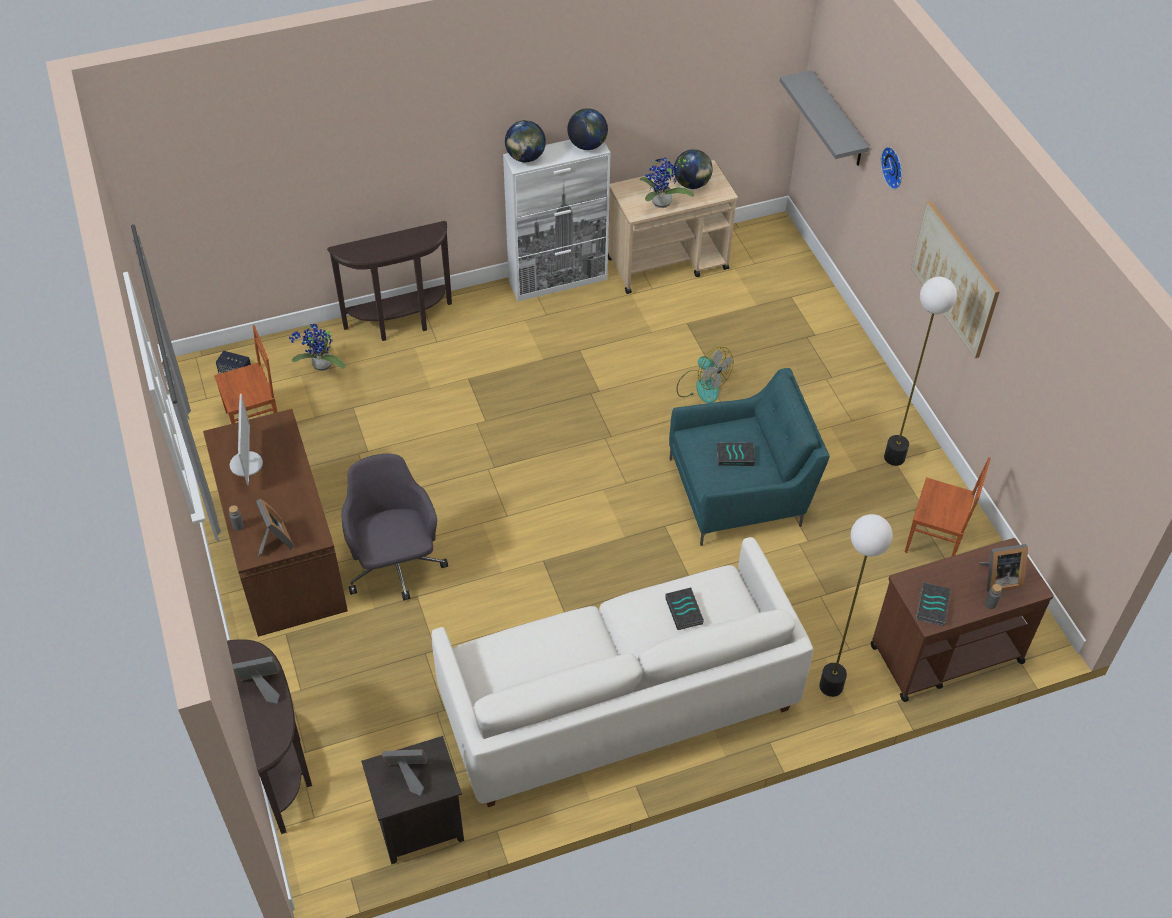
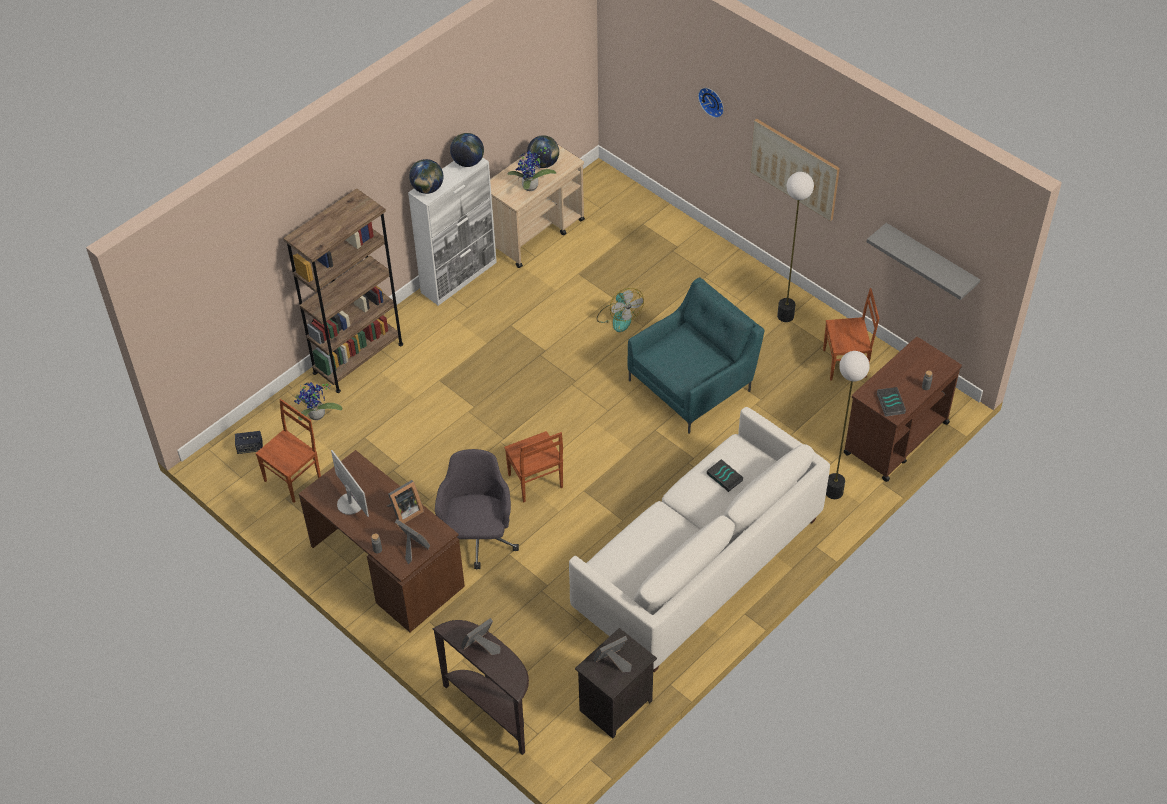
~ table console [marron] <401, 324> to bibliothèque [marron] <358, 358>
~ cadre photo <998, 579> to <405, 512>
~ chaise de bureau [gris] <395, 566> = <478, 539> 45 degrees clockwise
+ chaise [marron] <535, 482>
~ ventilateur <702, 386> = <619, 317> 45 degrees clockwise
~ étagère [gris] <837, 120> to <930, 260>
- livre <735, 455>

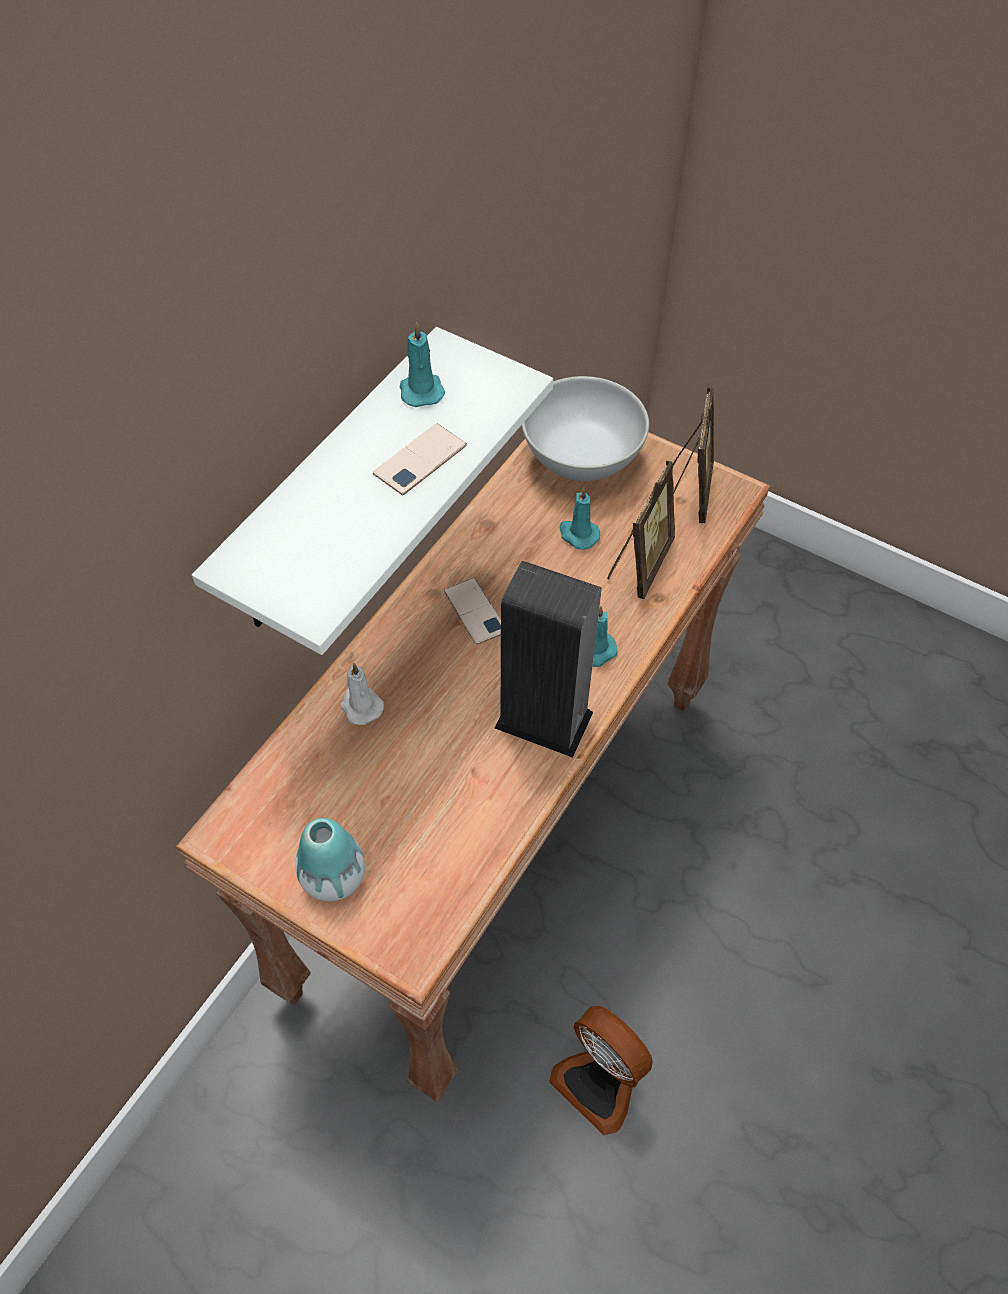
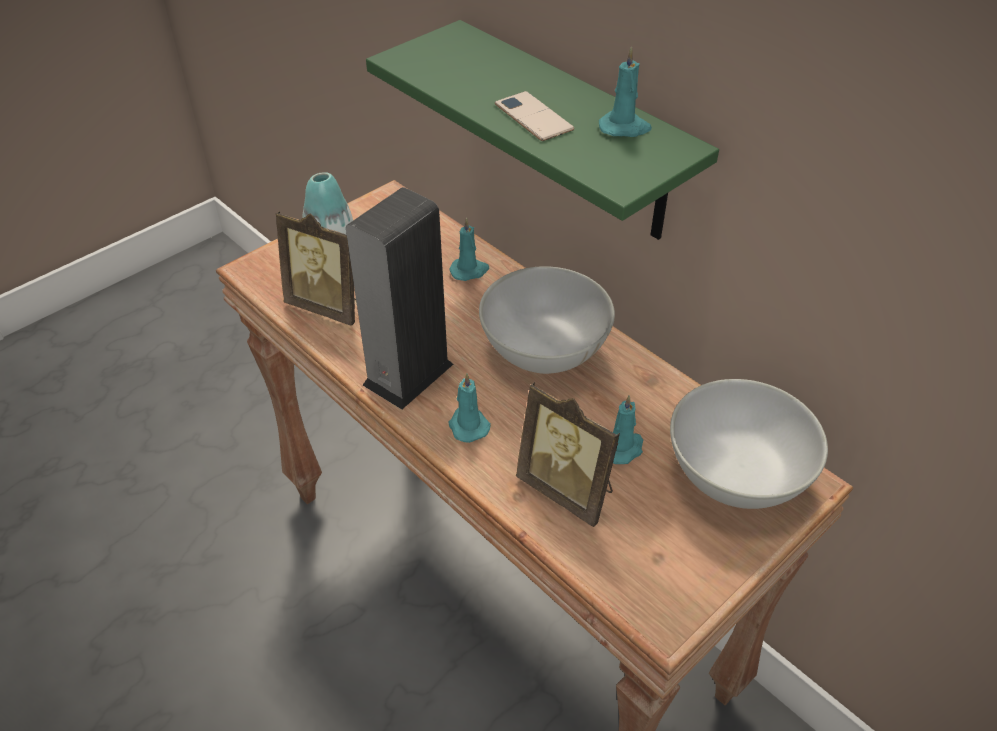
~ cadre photo <688, 493> to <329, 305>
~ étagère [blanc] <331, 489> to étagère [vert] <573, 133>
~ bougie [blanc] <360, 705> to bougie [turquoise] <469, 271>
~ téléphone <475, 611> to bol [blanc] <543, 352>
- ventilateur <600, 1081>

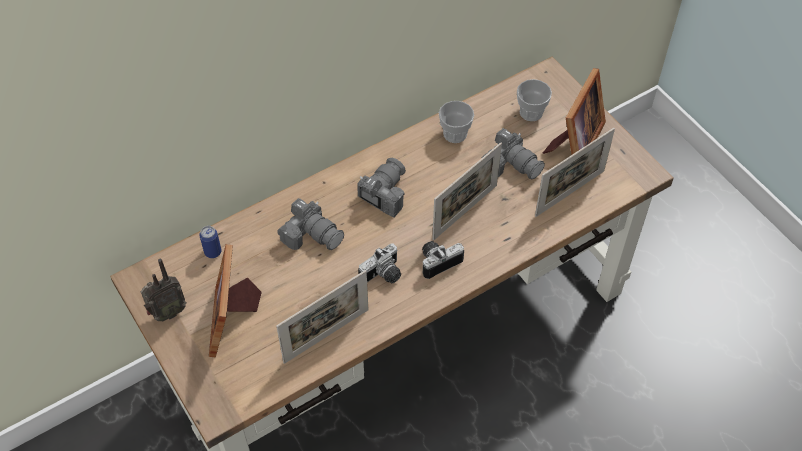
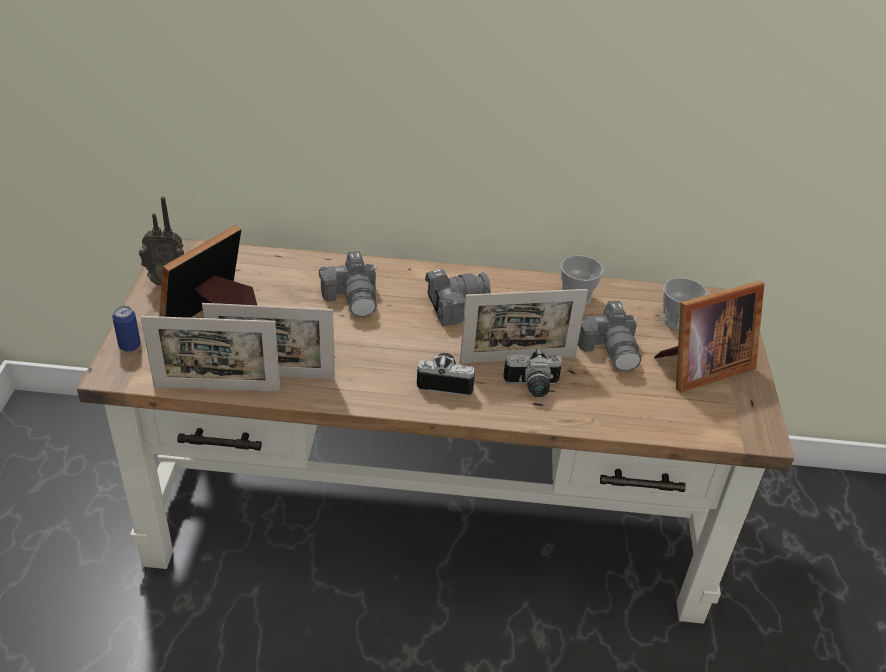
~ boîte métallique <213, 252> to <130, 346>
~ cadre photo <570, 193> to <217, 388>
~ appareil photo <384, 275> to <532, 387>

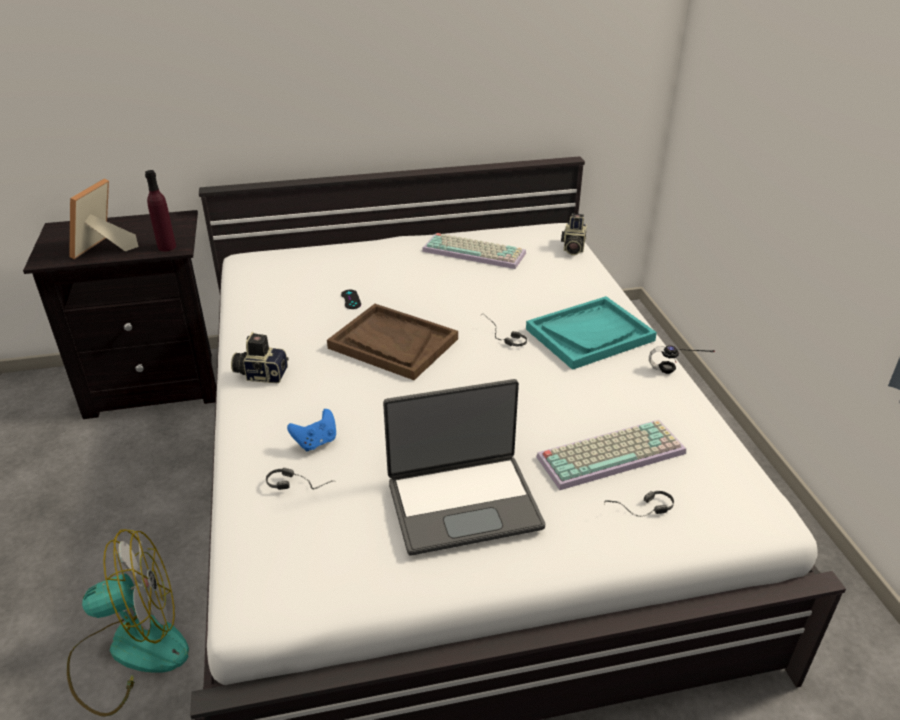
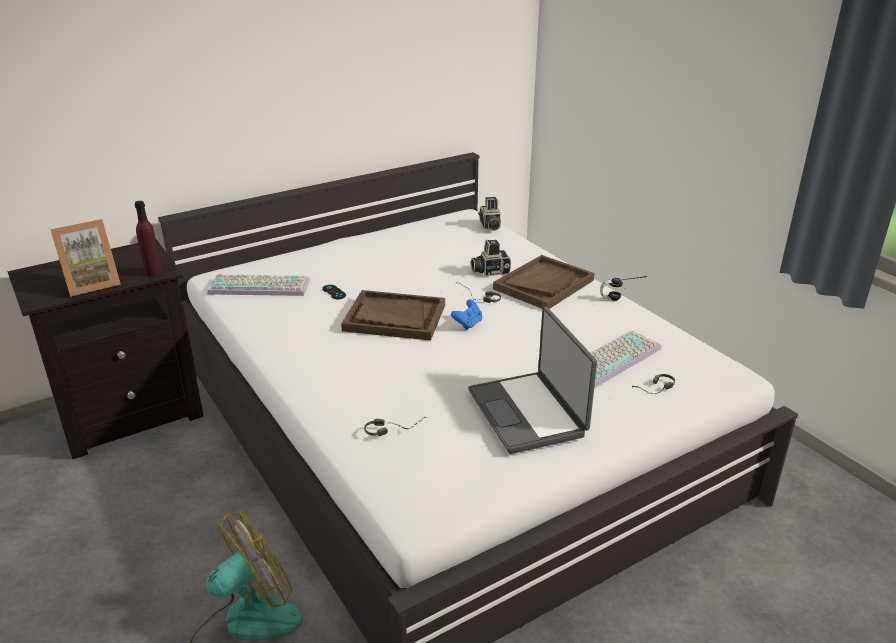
~ cadre photo <103, 250> = <91, 284> 120 degrees counterclockwise
~ clavier <475, 251> to <261, 286>
~ manette [bleu] <316, 442> to <468, 324>
~ ordinateur portable <463, 503> = <528, 413> 105 degrees clockwise
~ appareil photo <261, 374> to <490, 271>
~ plateau [turquoise] <589, 334> to plateau [marron] <543, 284>

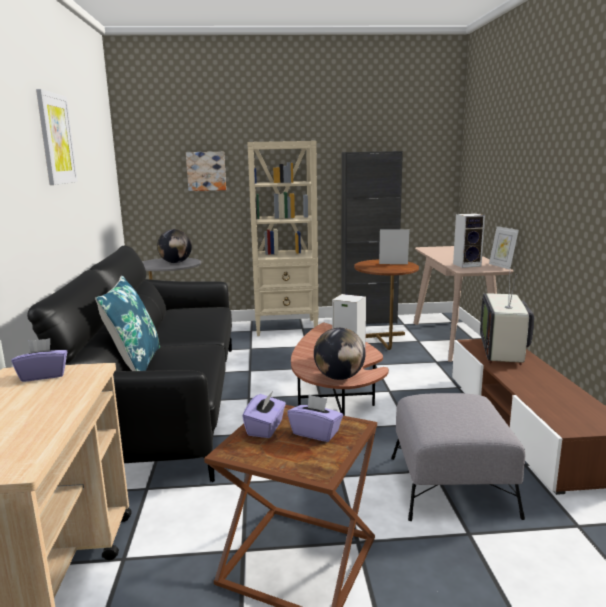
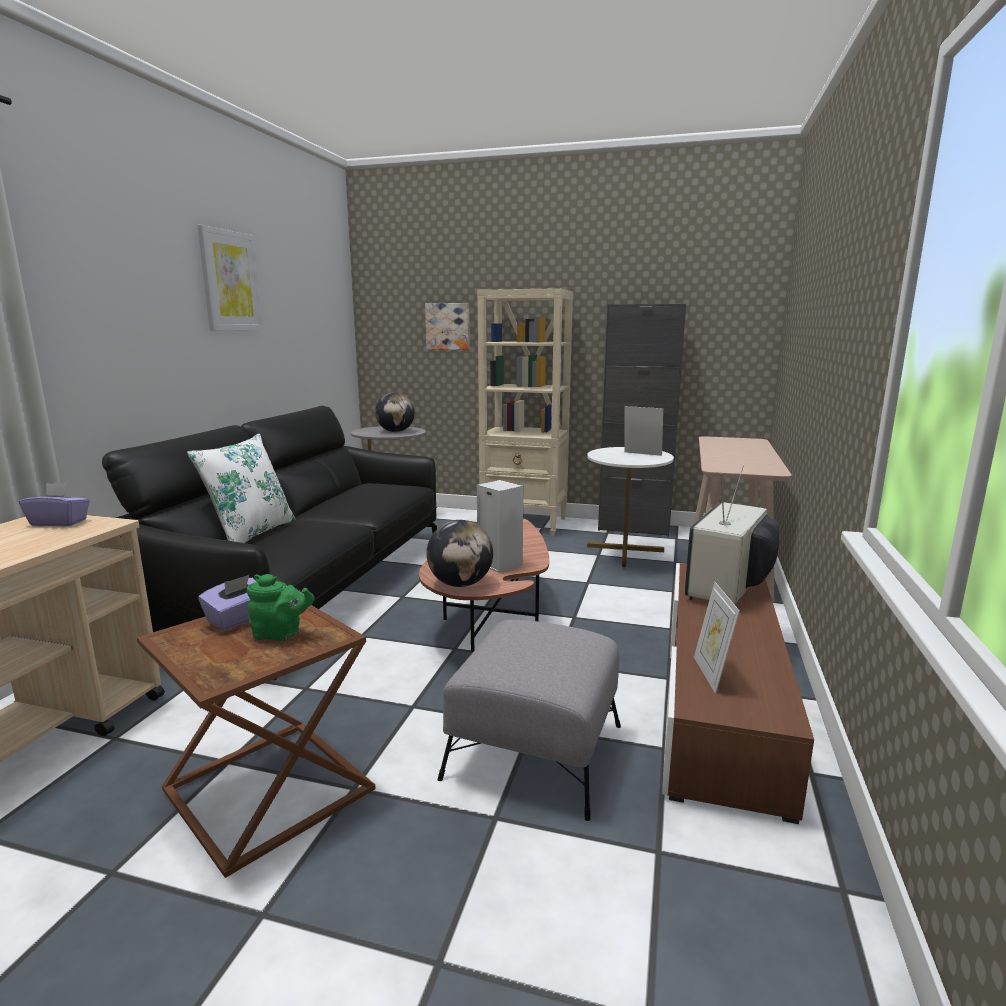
~ coussin [bleu] <135, 364> to coussin [blanc] <251, 533>
~ boîte à mouchoirs [violet] <315, 433> to théière [vert] <280, 635>
~ table d'appoint [marron] <383, 344> to table d'appoint [blanc] <624, 560>
~ cadre photo <501, 266> to <711, 674>
- enceinte <467, 265>

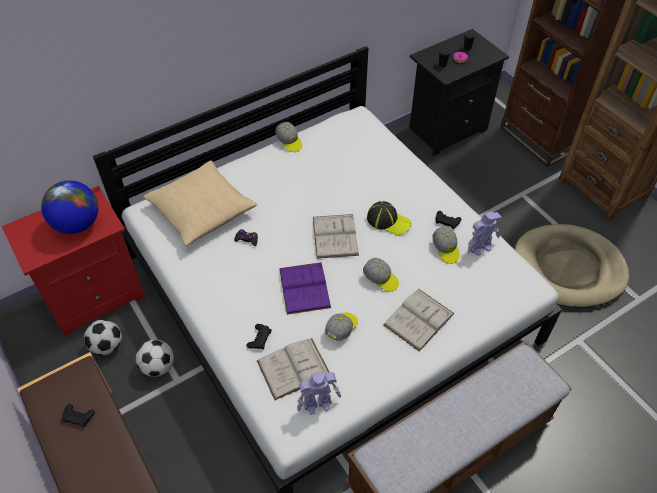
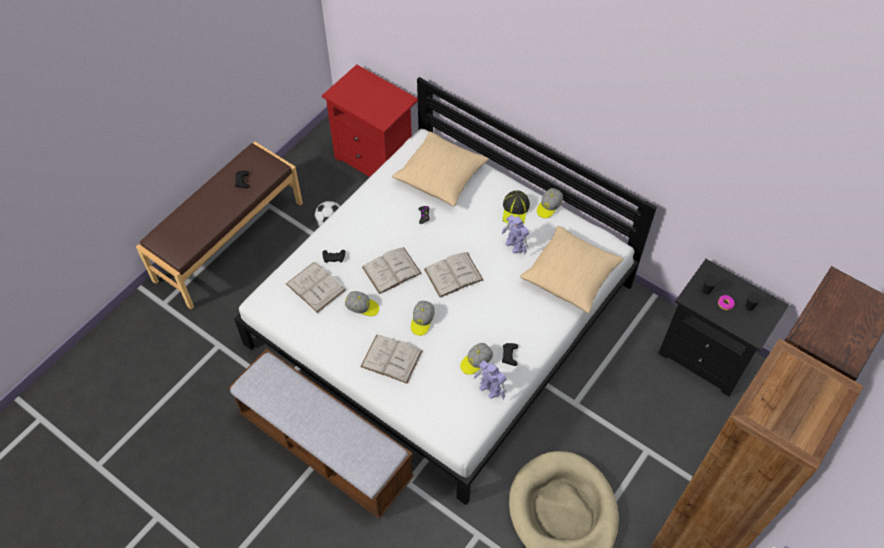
~ livre [violet] <304, 288> to livre [blanc] <391, 270>
~ casquette <388, 221> to <515, 210>
~ robot jouet <318, 404> to <515, 246>
+ coussin [beige] <570, 275>
- globe <77, 224>
- ballon de foot <107, 346>

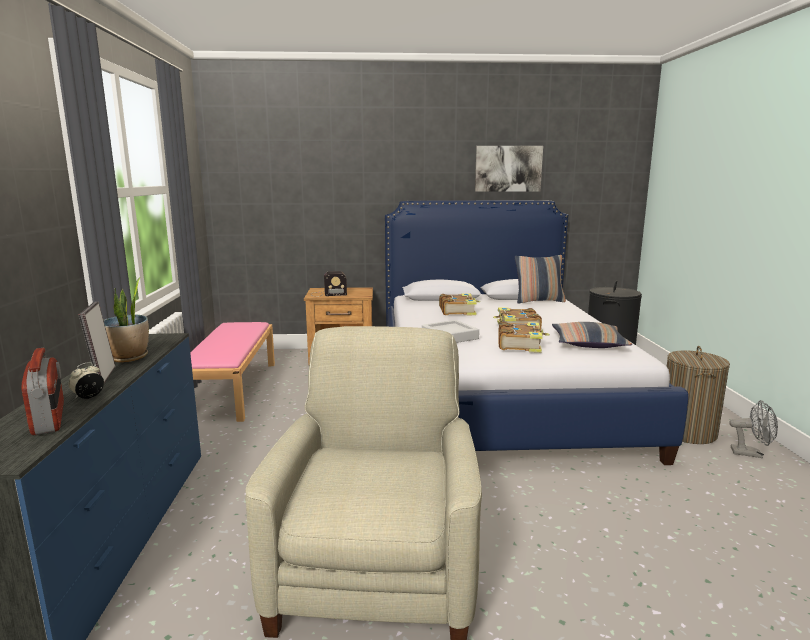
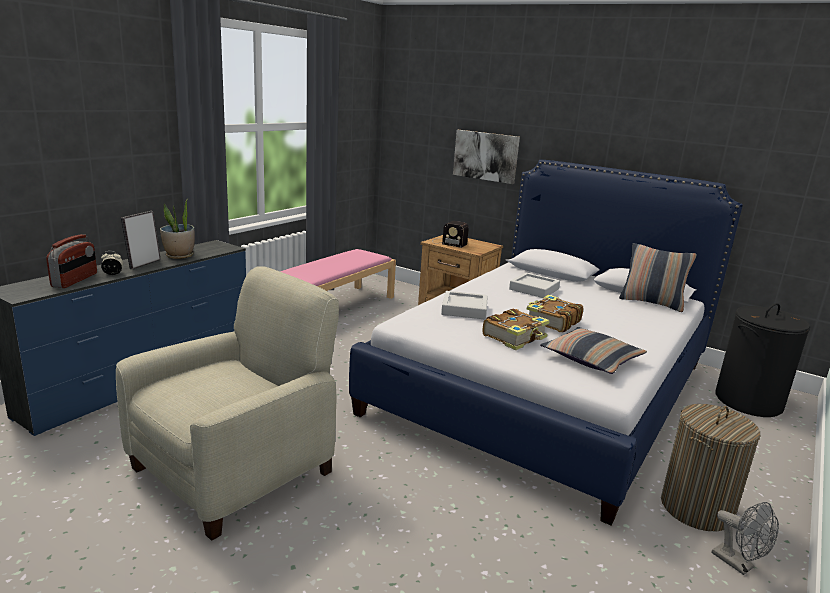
~ tableau <508, 168> to <485, 156>
~ livre <458, 311> to plateau [gris] <534, 289>

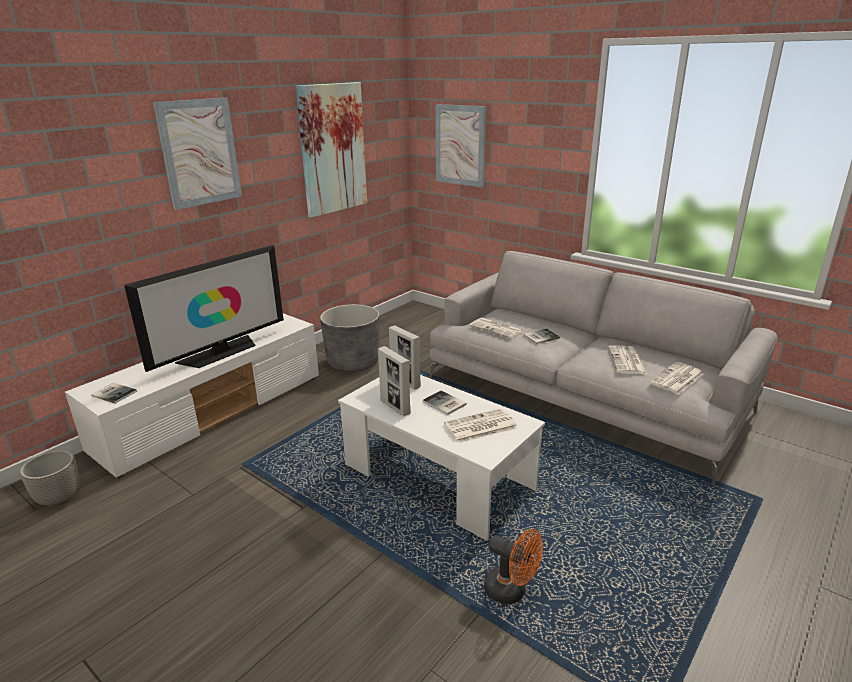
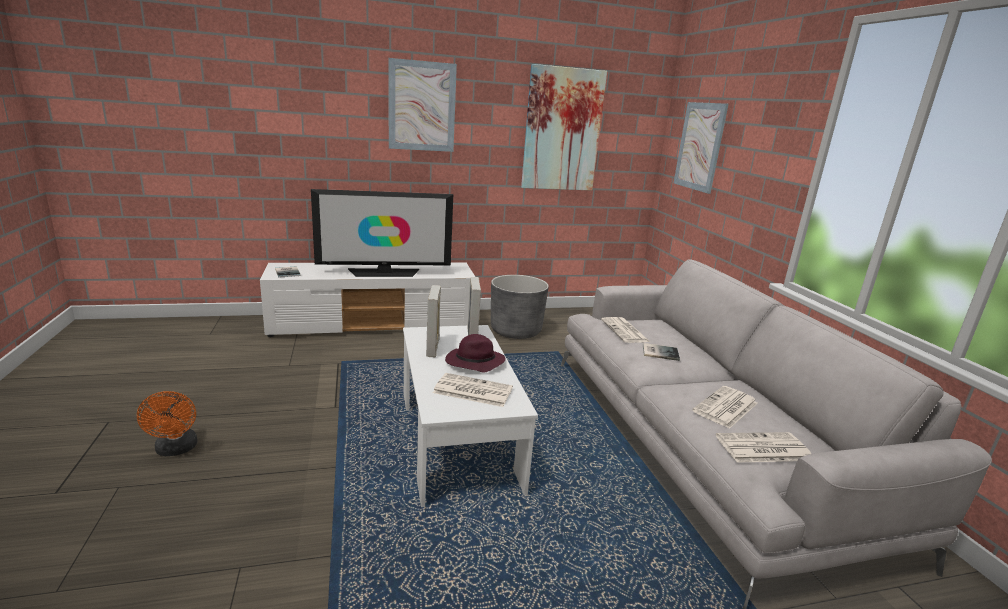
~ ventilateur [orange] <511, 591> to <176, 450>
~ livre <444, 404> to chapeau [violet] <474, 363>
- cache-pot <59, 499>

